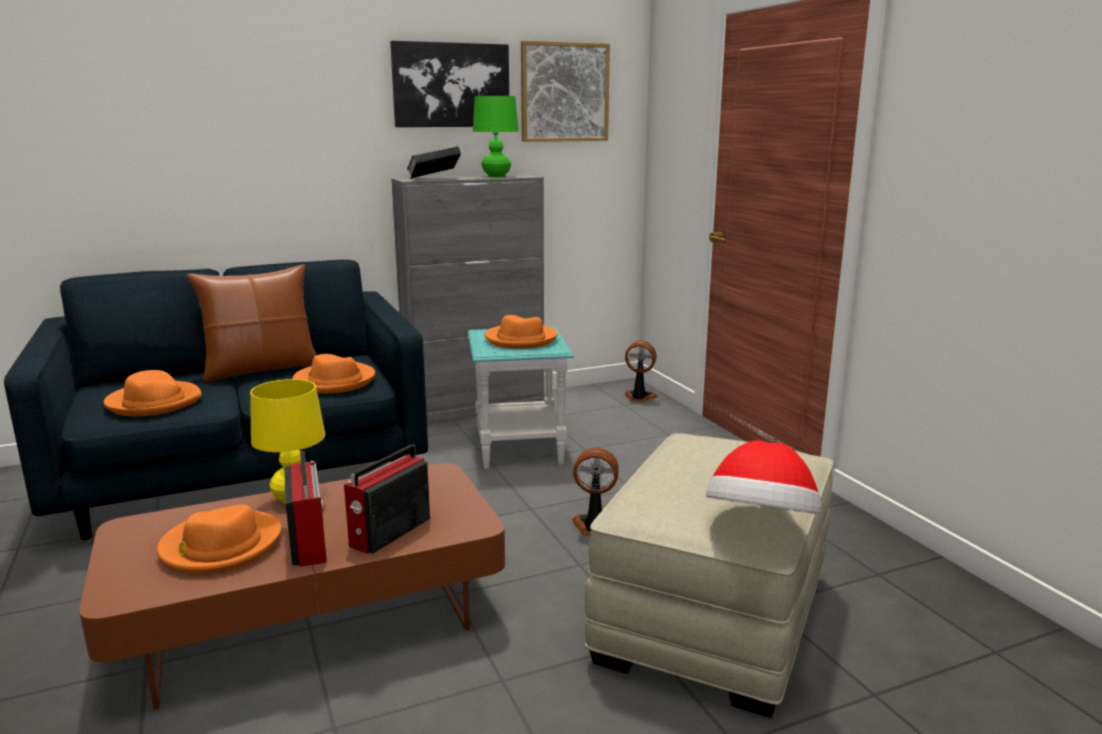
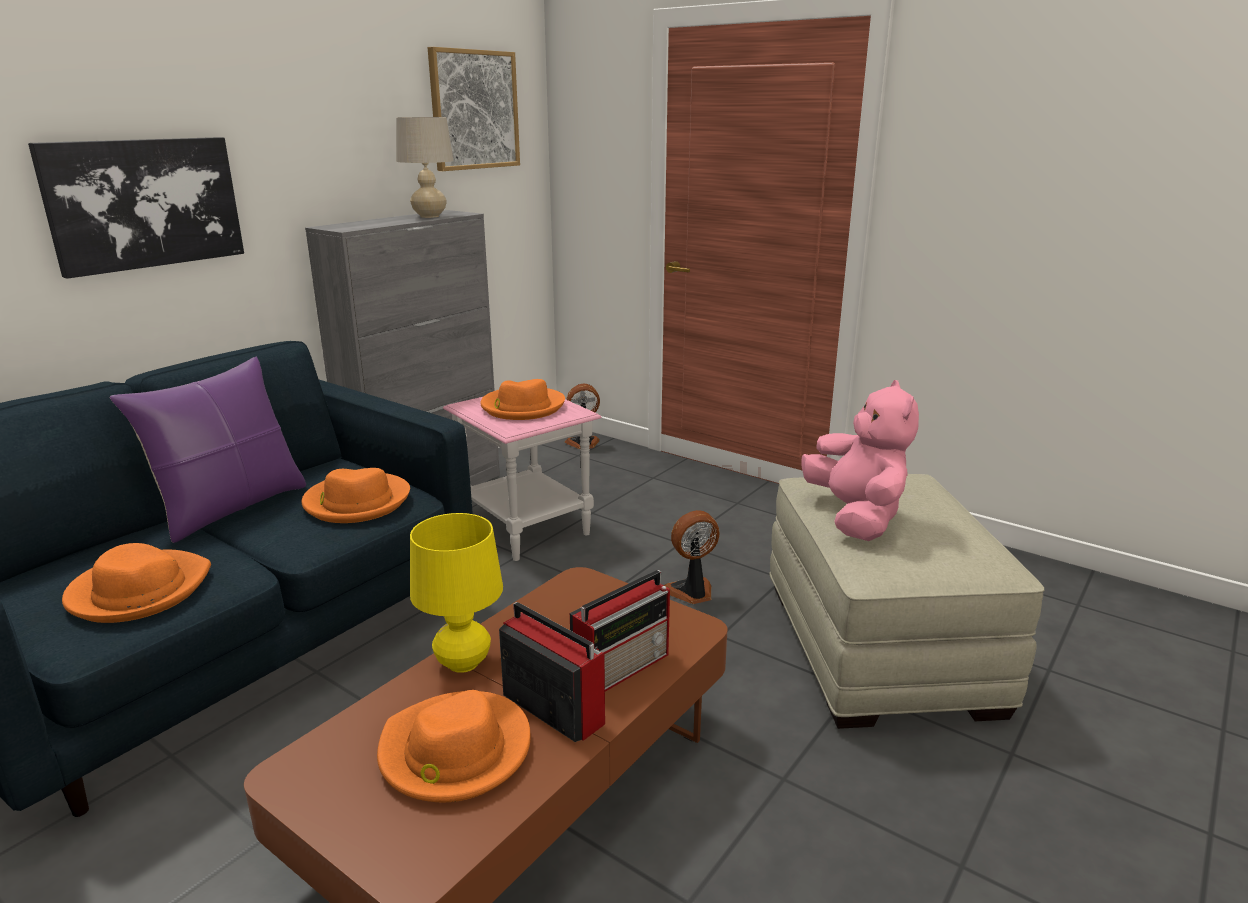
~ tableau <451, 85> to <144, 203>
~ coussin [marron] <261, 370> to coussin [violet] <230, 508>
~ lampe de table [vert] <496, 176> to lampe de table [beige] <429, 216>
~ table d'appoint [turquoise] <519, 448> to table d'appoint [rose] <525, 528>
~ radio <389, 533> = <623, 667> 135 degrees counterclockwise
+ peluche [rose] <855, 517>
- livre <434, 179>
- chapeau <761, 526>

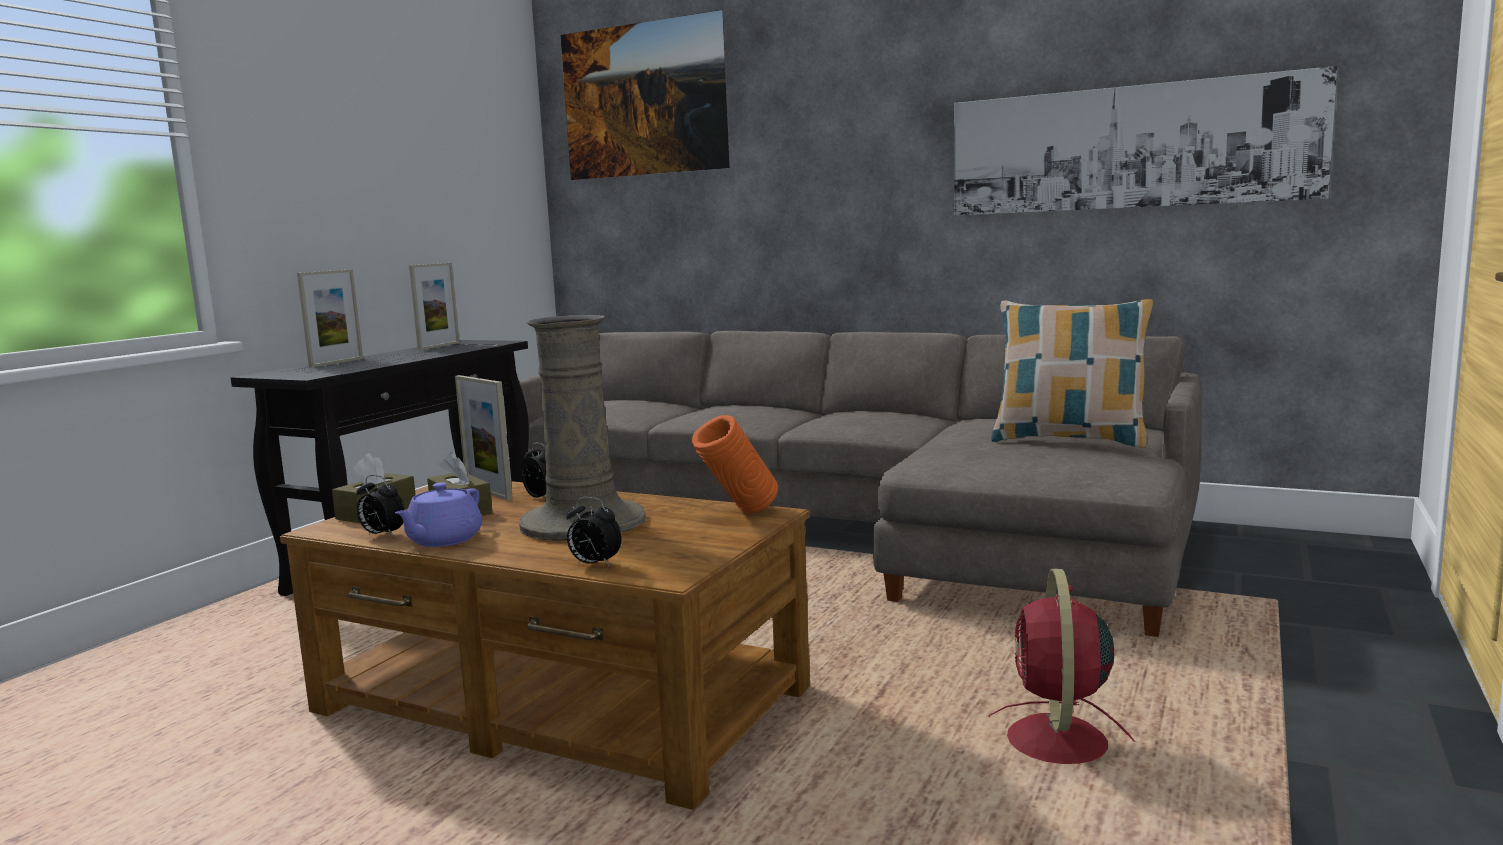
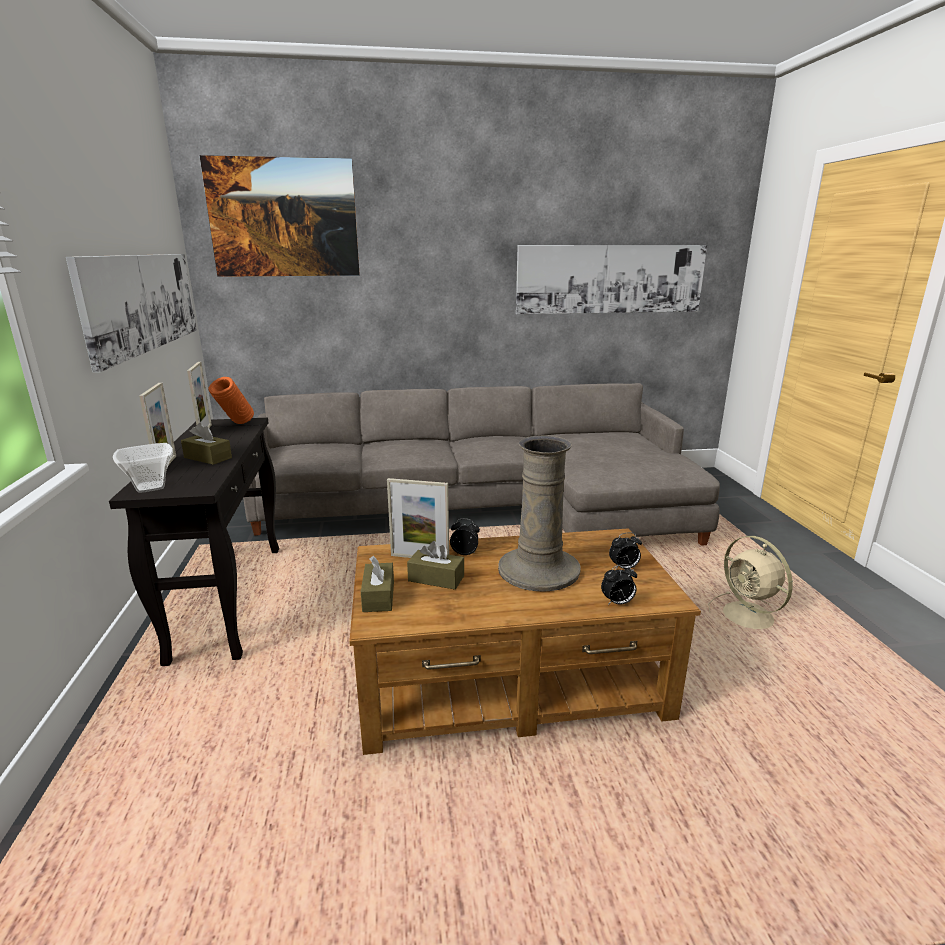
+ tableau <143, 302>
+ bol <151, 487>
+ boîte à mouchoirs [marron] <208, 458>
~ vase [orange] <738, 514> to <235, 425>
~ réveil <382, 535> to <624, 568>
~ ventilateur [rouge] <1057, 744> to ventilateur [beige] <750, 617>
- théière [violet] <443, 540>
- coussin <1069, 440>

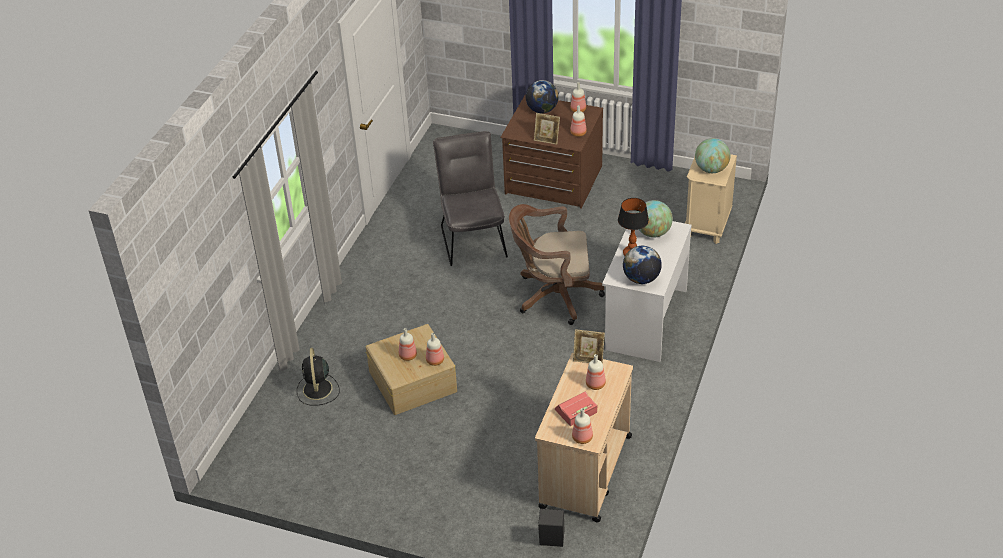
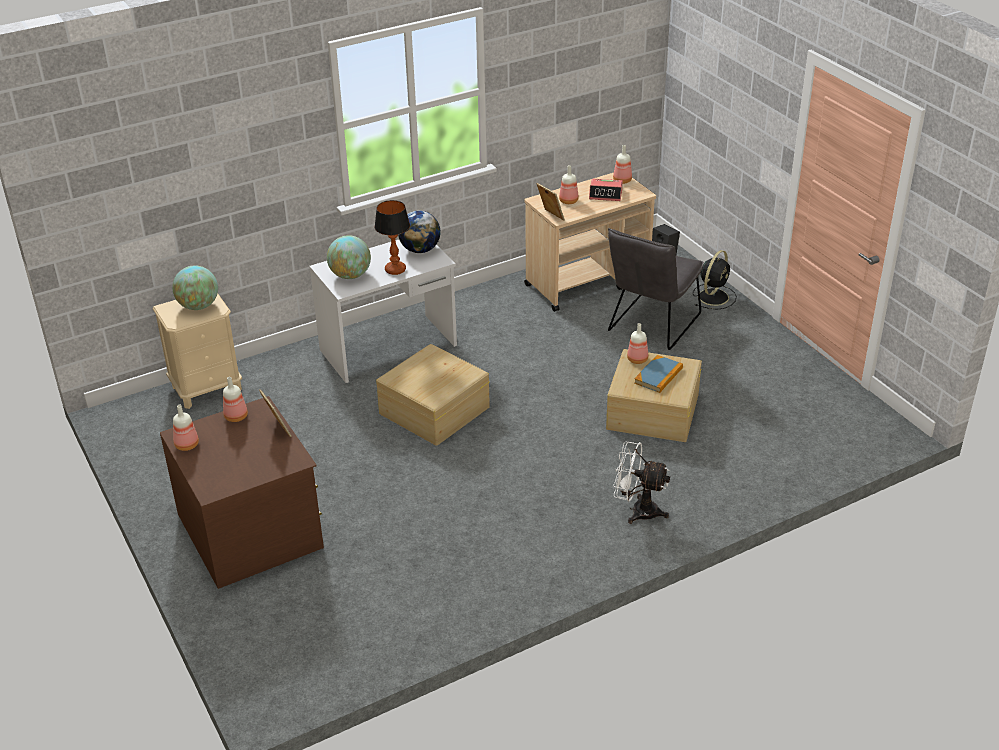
~ chaise de bureau [marron] <553, 296> to boîte de rangement [beige] <433, 410>
~ chaise [gris] <472, 238> to <651, 326>
+ ventilateur [blanc] <637, 510>
~ bouteille <407, 356> to livre <658, 376>
~ ventilateur [noir] <317, 390> to <714, 296>
- globe <542, 110>

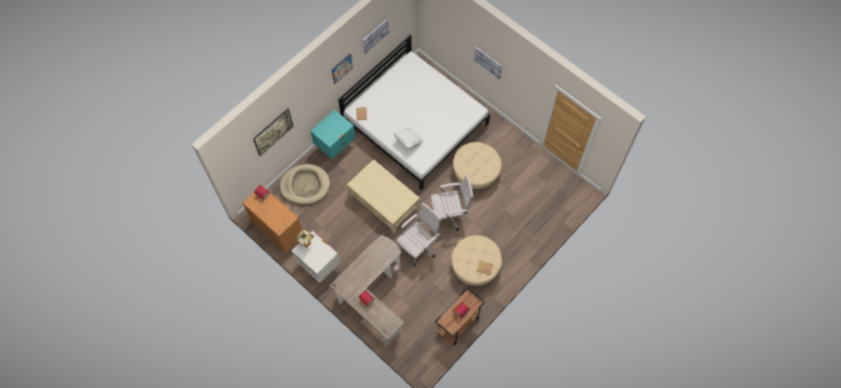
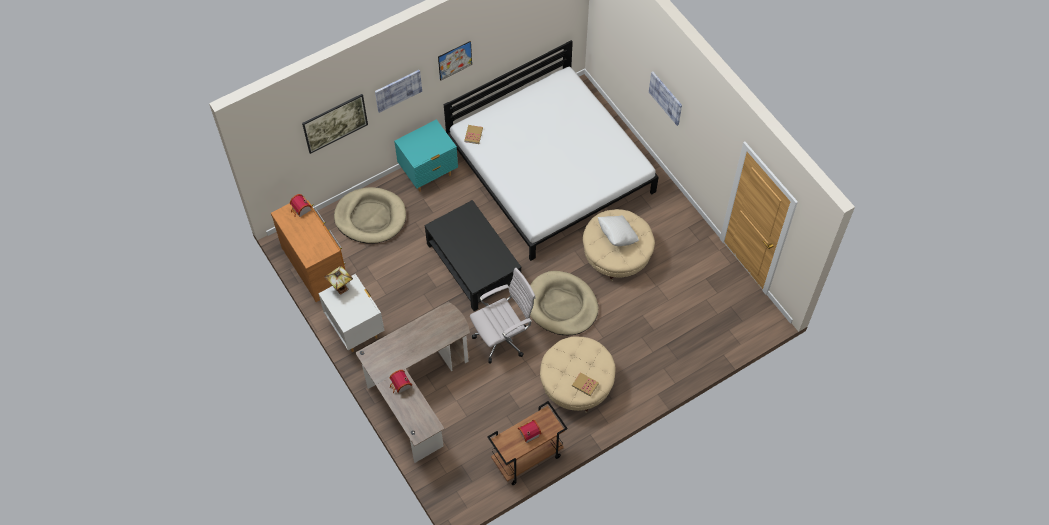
~ tableau <375, 36> to <398, 90>
~ table basse [beige] <384, 201> to table basse [noir] <474, 264>
~ chaise de bureau [blanc] <450, 215> to panier pour chien [beige] <561, 305>
~ coussin [blanc] <408, 142> to <617, 237>

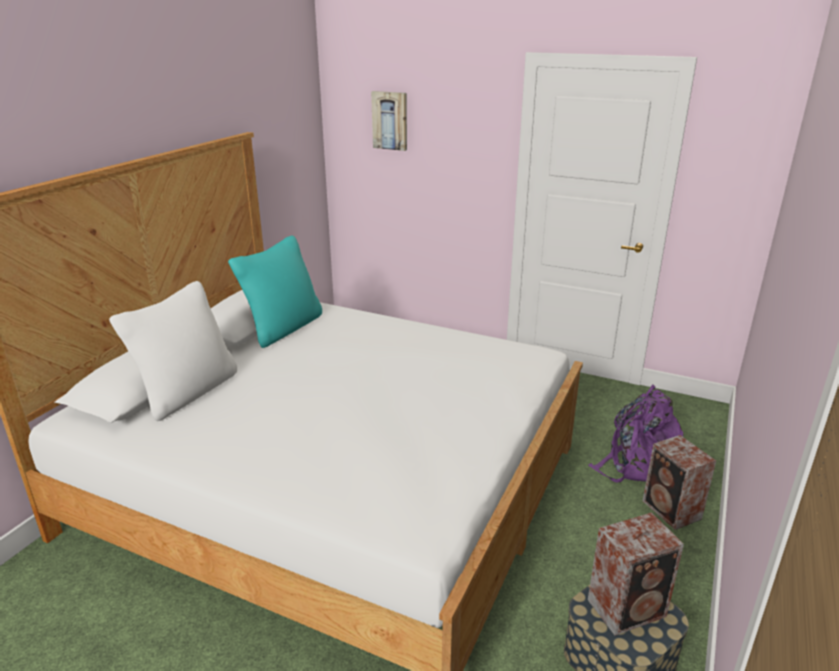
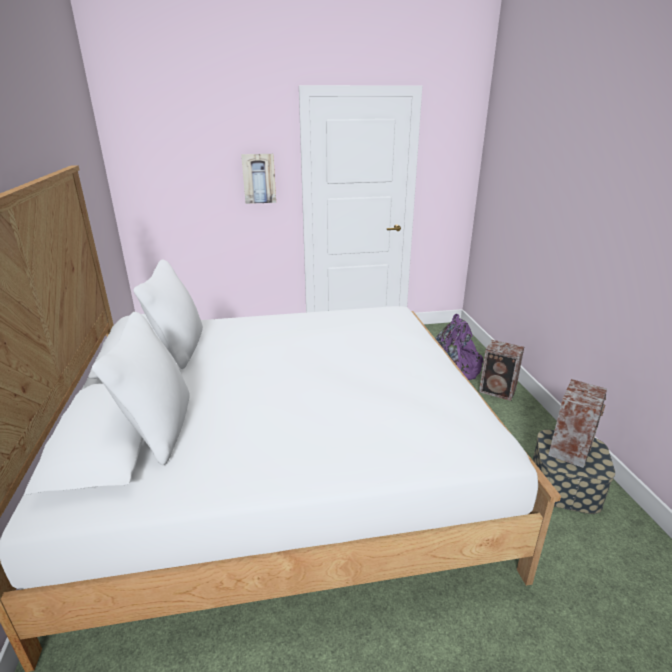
~ coussin [turquoise] <283, 328> to coussin [blanc] <179, 348>
~ tableau <390, 120> to <259, 178>

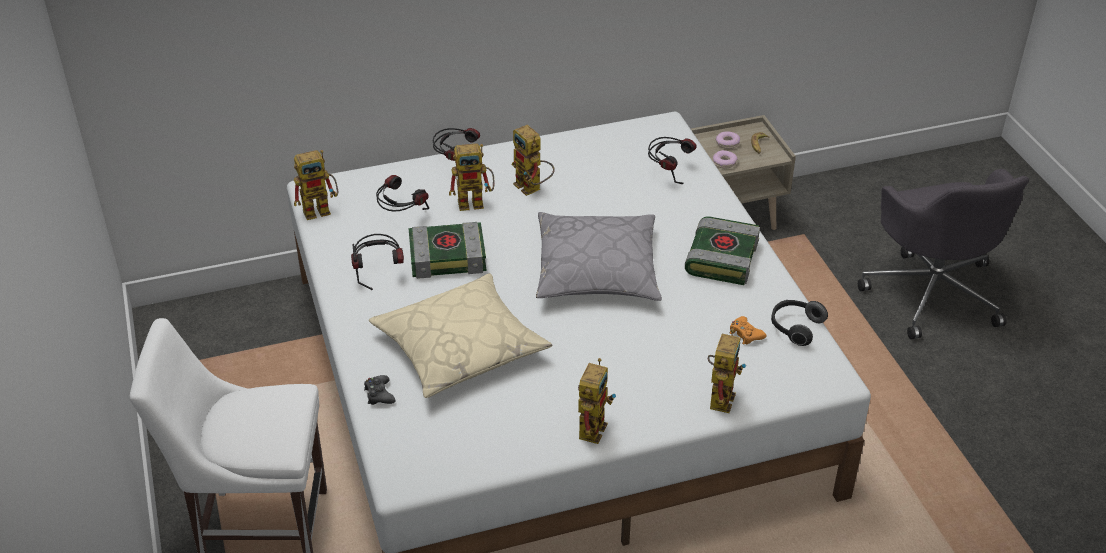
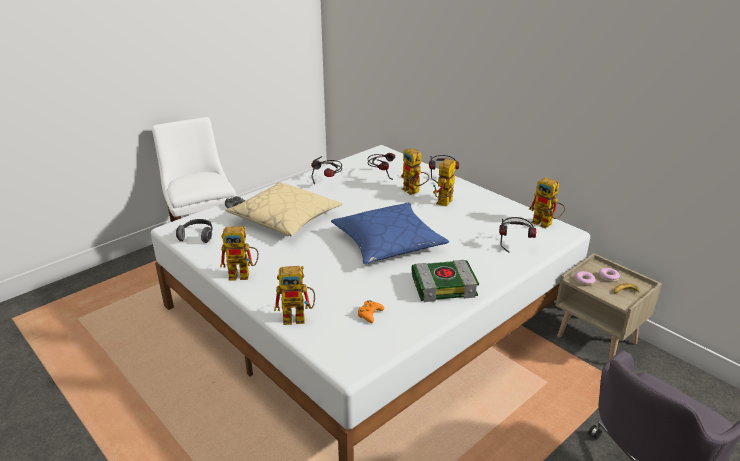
~ casque audio <795, 328> to <197, 236>
~ coussin [gris] <597, 269> to coussin [bleu] <388, 242>
~ robot jouet <322, 209> to <546, 224>
- livre <448, 256>

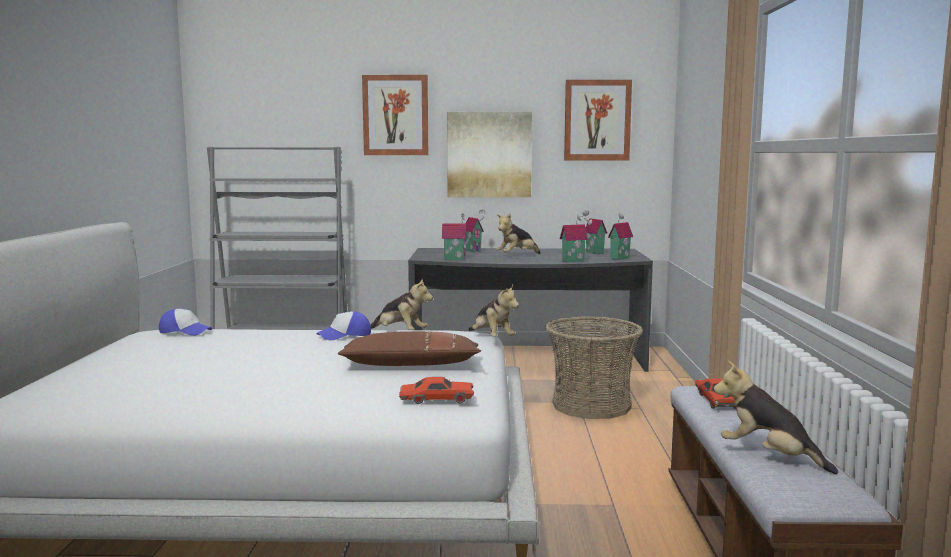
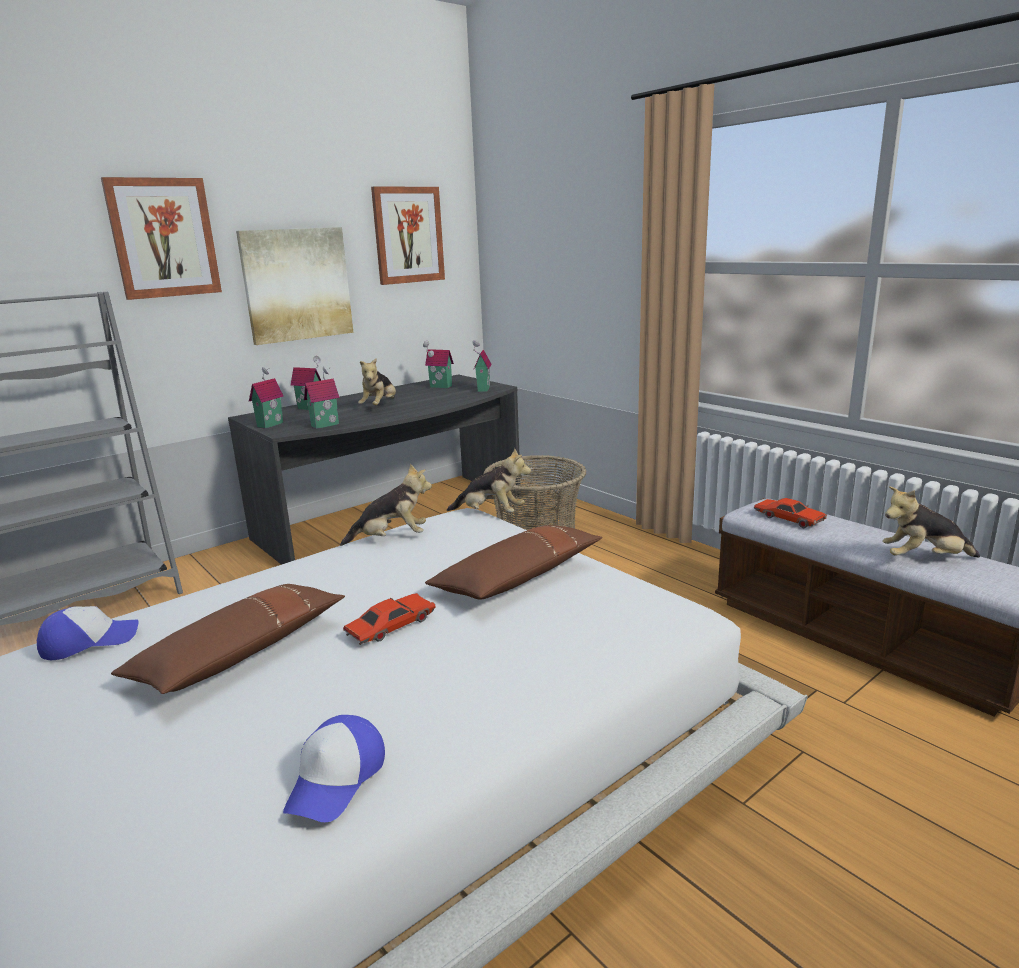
+ coussin [marron] <240, 653>
~ maison miniature <572, 261> to <269, 424>
~ casquette <345, 335> to <337, 779>
~ petite voiture [rouge] <436, 399> to <391, 627>

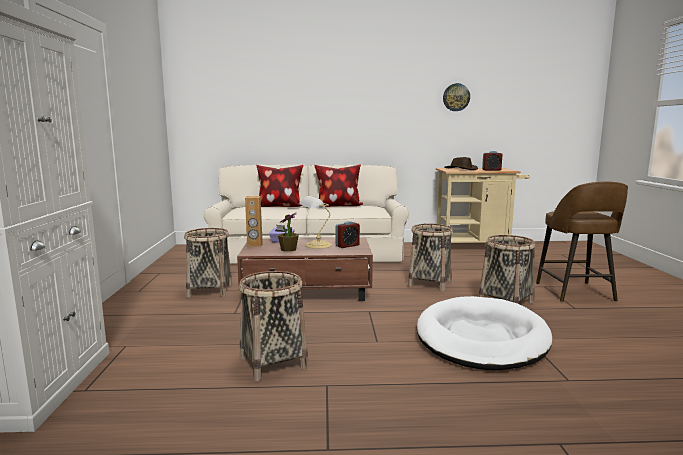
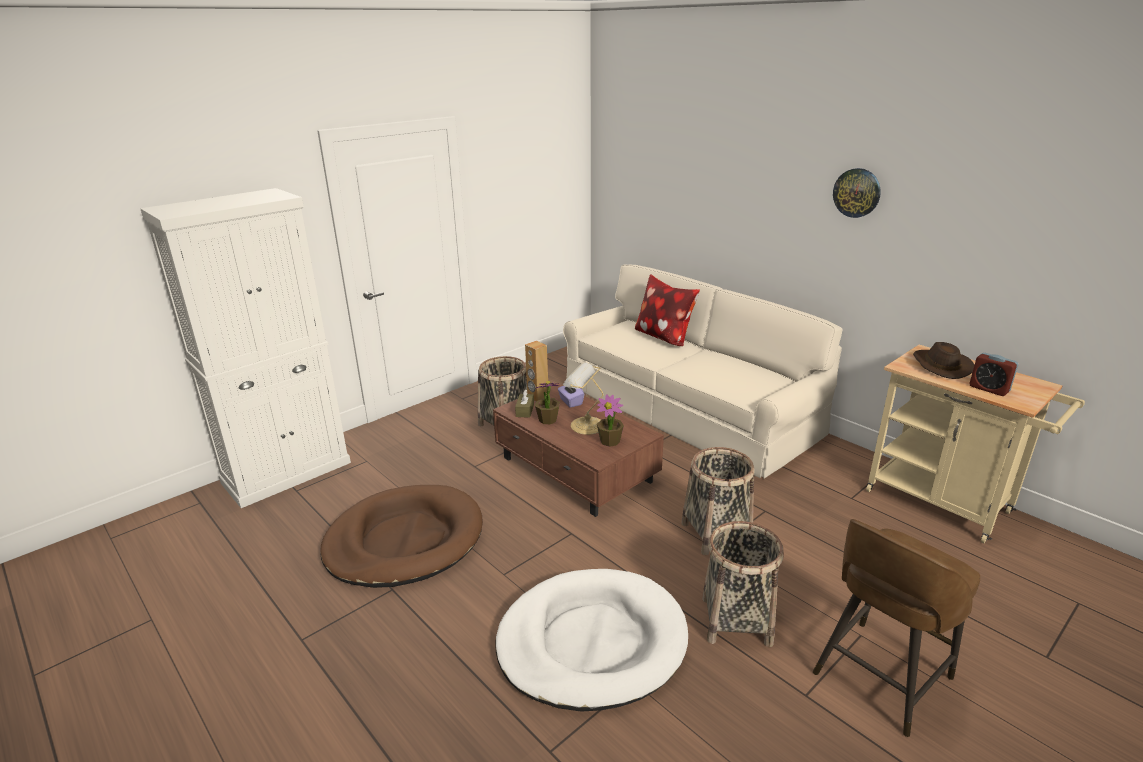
~ panier <273, 362> to panier pour chien [marron] <404, 540>
+ boîte à mouchoirs [marron] <525, 410>
~ réveil <347, 246> to plante en pot <610, 441>
~ horloge murale <456, 97> to <857, 193>
- coussin <338, 206>

